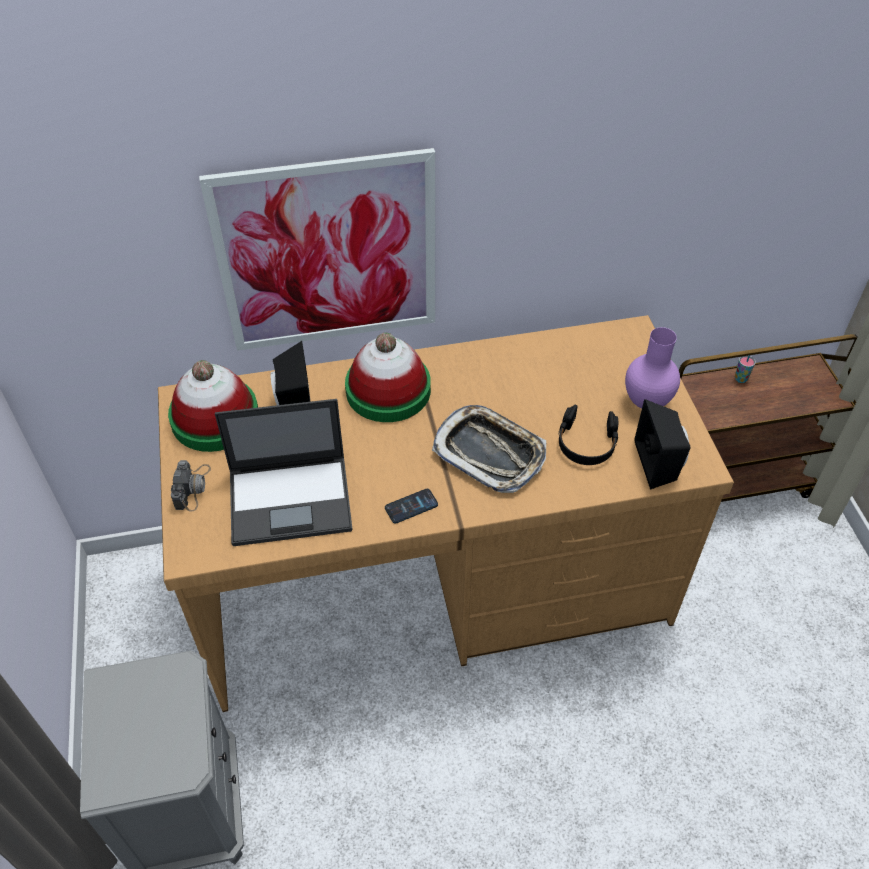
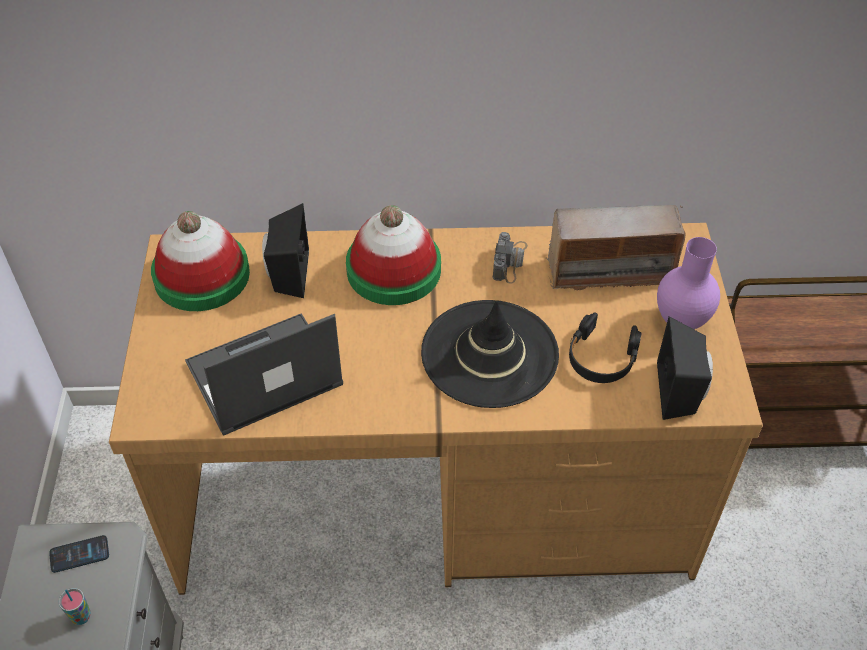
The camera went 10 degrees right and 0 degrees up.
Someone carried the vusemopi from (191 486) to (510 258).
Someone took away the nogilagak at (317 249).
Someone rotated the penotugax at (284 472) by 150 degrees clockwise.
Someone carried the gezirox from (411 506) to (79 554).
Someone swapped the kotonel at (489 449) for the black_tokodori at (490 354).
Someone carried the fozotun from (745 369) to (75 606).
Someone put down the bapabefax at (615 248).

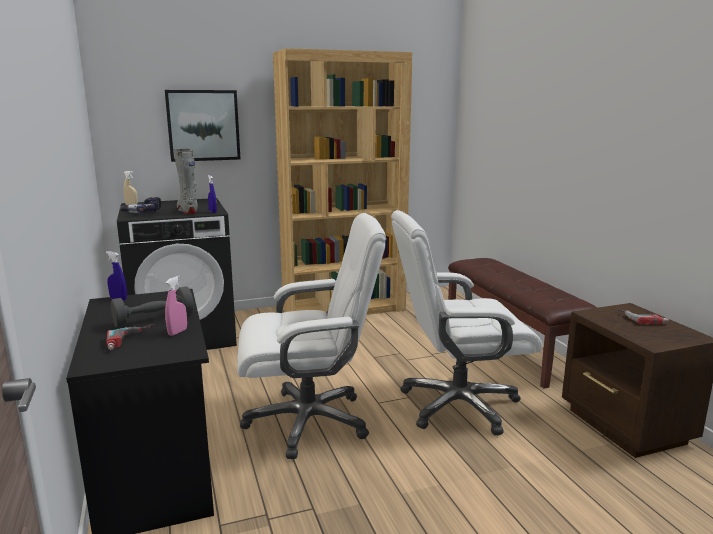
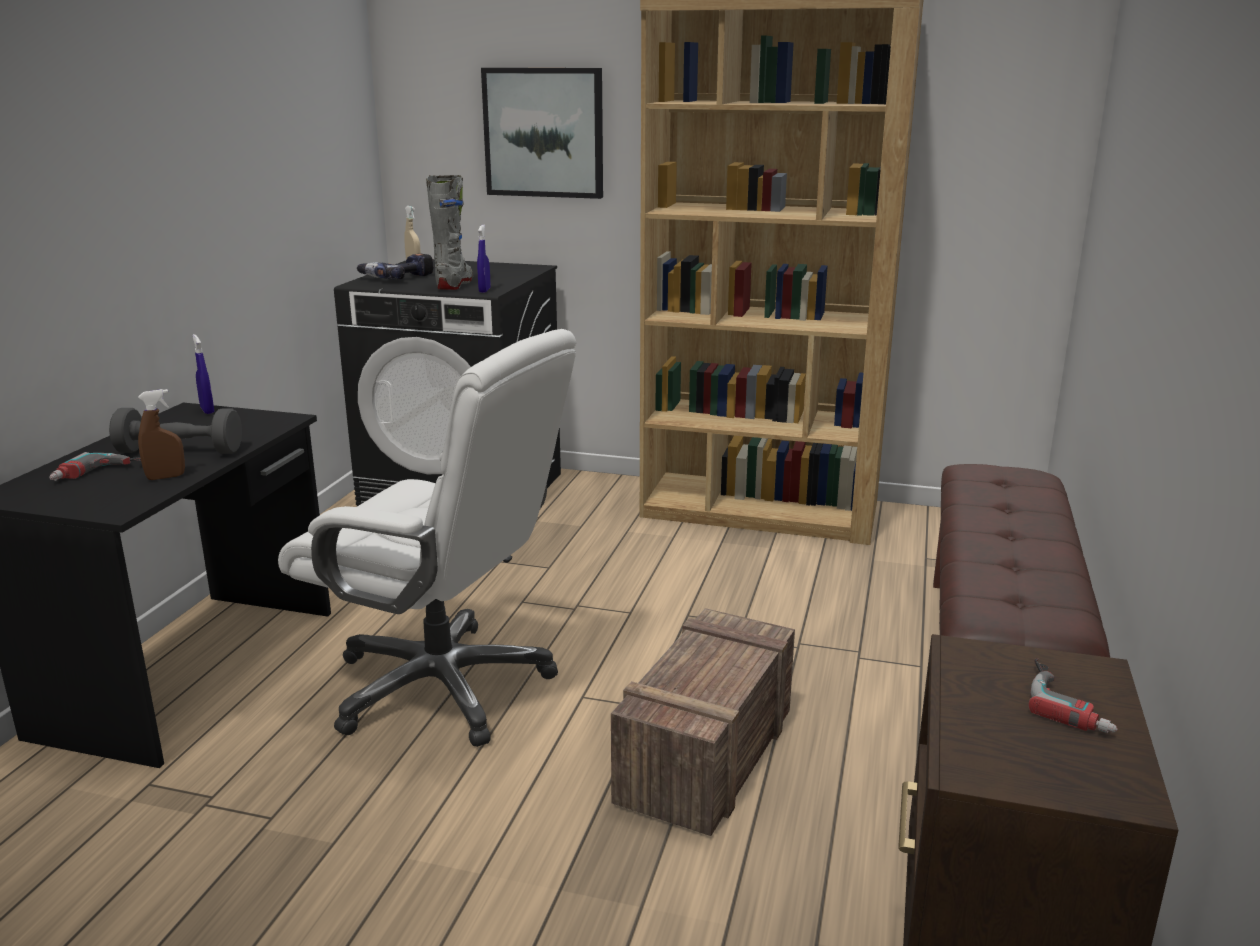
The camera went 35 degrees right and 5 degrees up.
Someone repainted the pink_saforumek at (176 306), which became the brown_saforumek at (161 434).
Someone swapped the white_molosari at (466 323) for the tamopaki at (703 722).

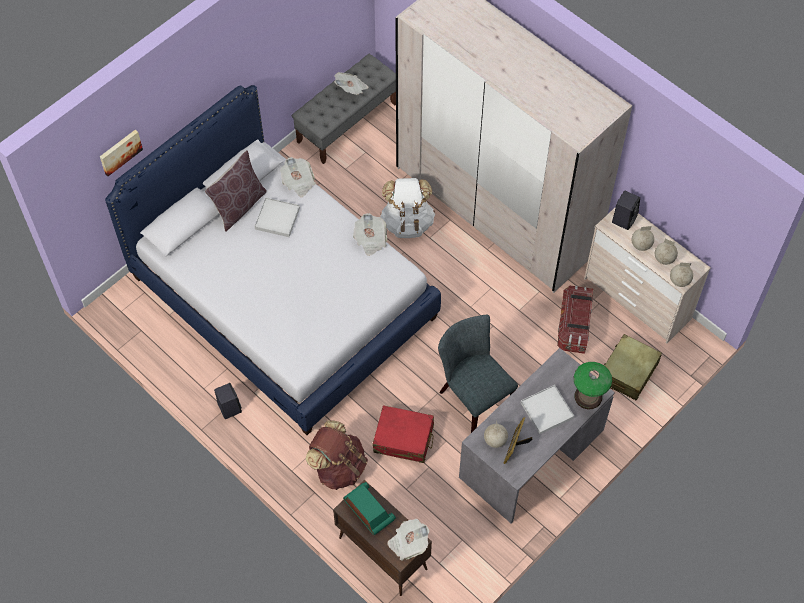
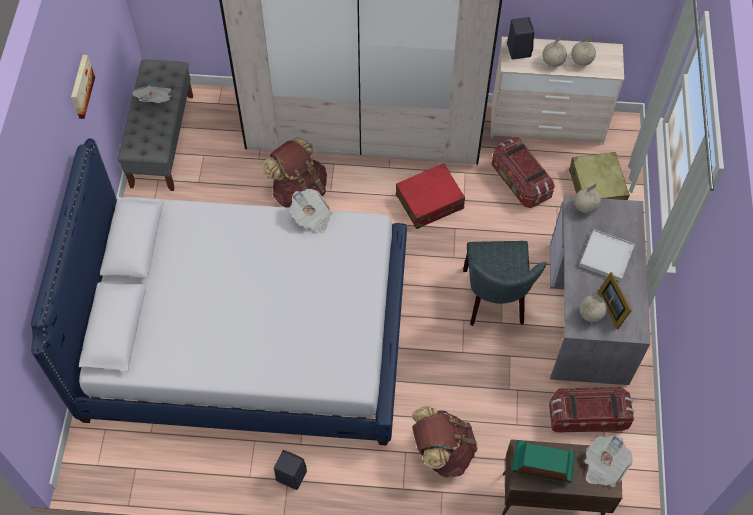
The camera went 40 degrees left and 0 degrees up.
Someone carried the nogilagak from (121 153) to (83 87).
Someone took away the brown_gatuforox at (236 191).
Someone took away the white_kotonel at (277 217).
Someone took away the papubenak at (298 177).
Someone carried the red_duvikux from (403 434) to (430 196).
Someone repainted the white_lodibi at (407 208), which became the brown_lodibi at (294 172).
Someone rotated the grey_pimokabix at (478 374) by 105 degrees counterclockwise.
Someone took away the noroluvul at (593 386).
Someone carried the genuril from (681 274) to (588 198).
Someone put down the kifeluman at (591 410).

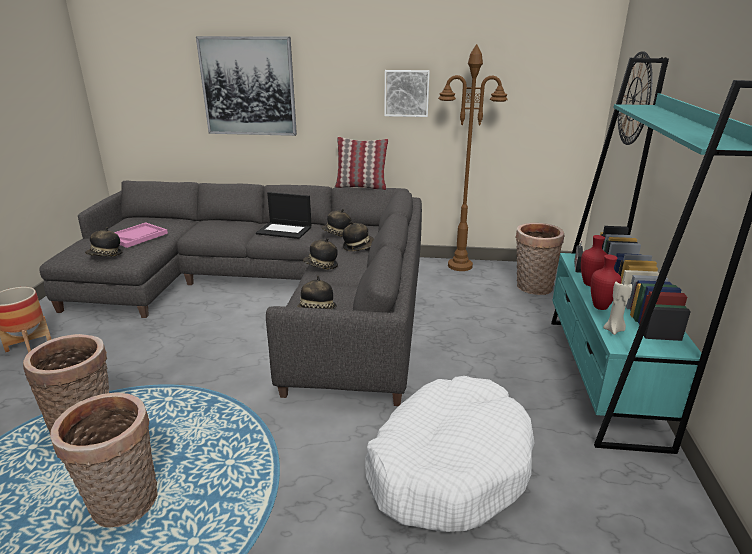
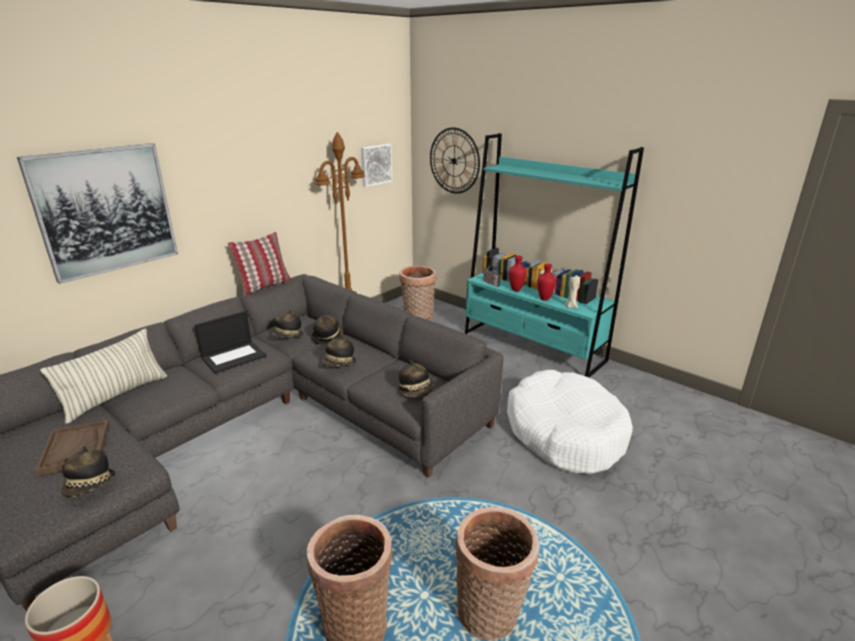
The camera went 55 degrees left and 0 degrees up.
Someone repainted the pink_kotonel at (141 235), which became the brown_kotonel at (72 448).
Someone carried the nogilagak from (407 93) to (376 165).
Someone put down the gatuforox at (103 376).

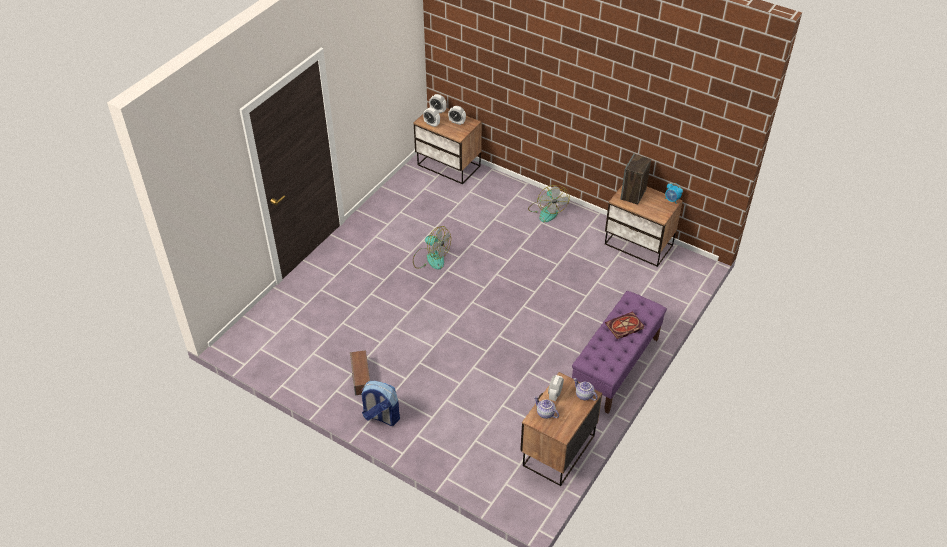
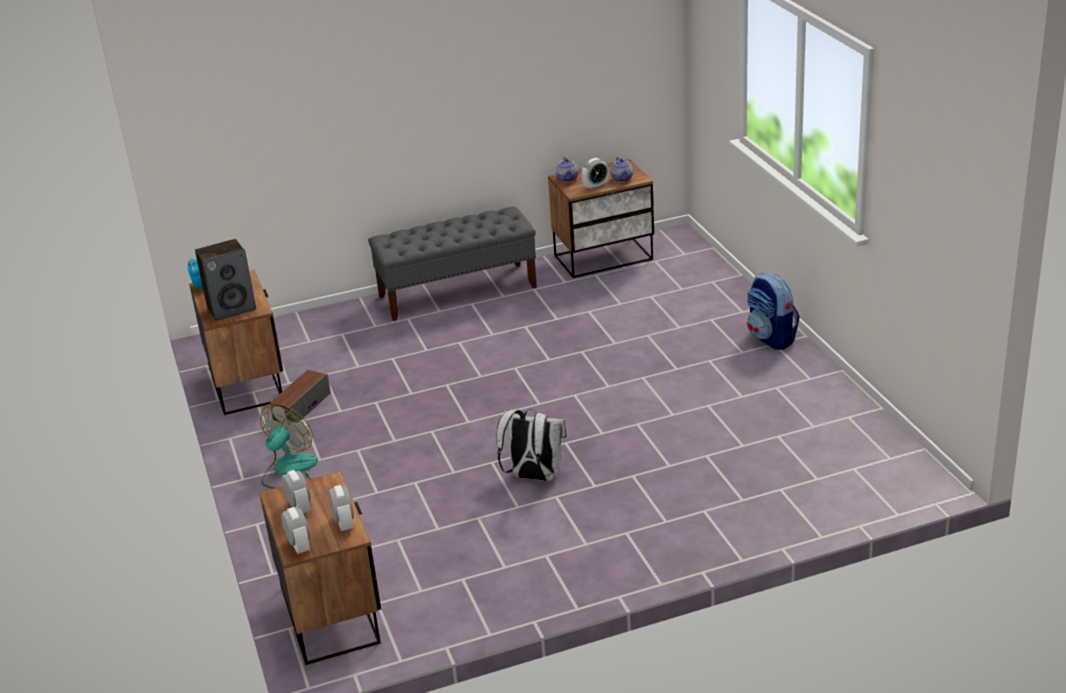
The camera went 140 degrees left and 15 degrees down.
Someone carried the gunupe from (360 373) to (300 396).
Someone swapped the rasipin at (432 248) for the white_lodibi at (531 445).
Someone repainted the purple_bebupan at (619 352), which became the grey_bebupan at (452 263).
Someone took away the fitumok at (625 325).

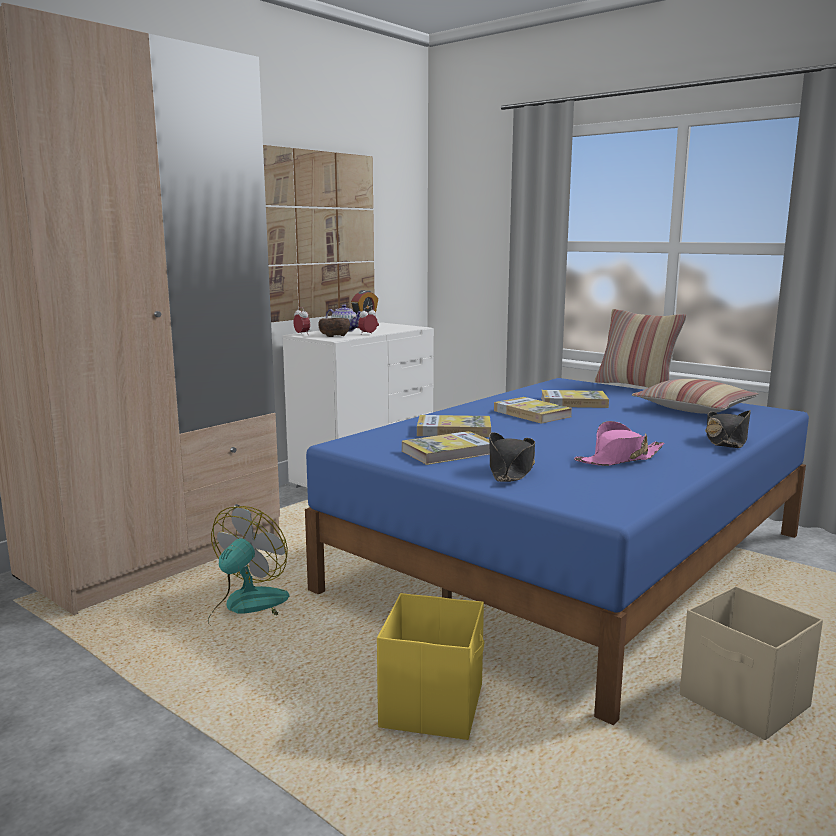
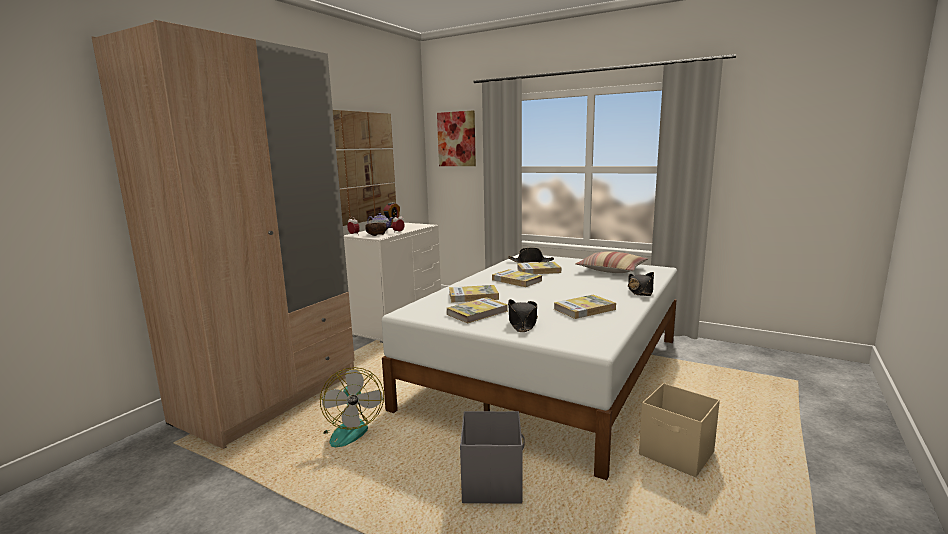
The camera went 10 degrees left and 0 degrees up.
Someone rotated the rasipin at (249 566) by 150 degrees clockwise.
Someone repainted the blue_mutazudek at (557 551), which became the white_mutazudek at (529 367).
Someone repainted the yellow_kifeluman at (430 666), which became the grey_kifeluman at (492 457).
Someone swapped the pink_tokodori at (619 443) for the fitumok at (585 307).
Someone took away the gatuforox at (640 348).
Someone put up the nogilagak at (456 138).
Someone put down the black_tokodori at (531 255).

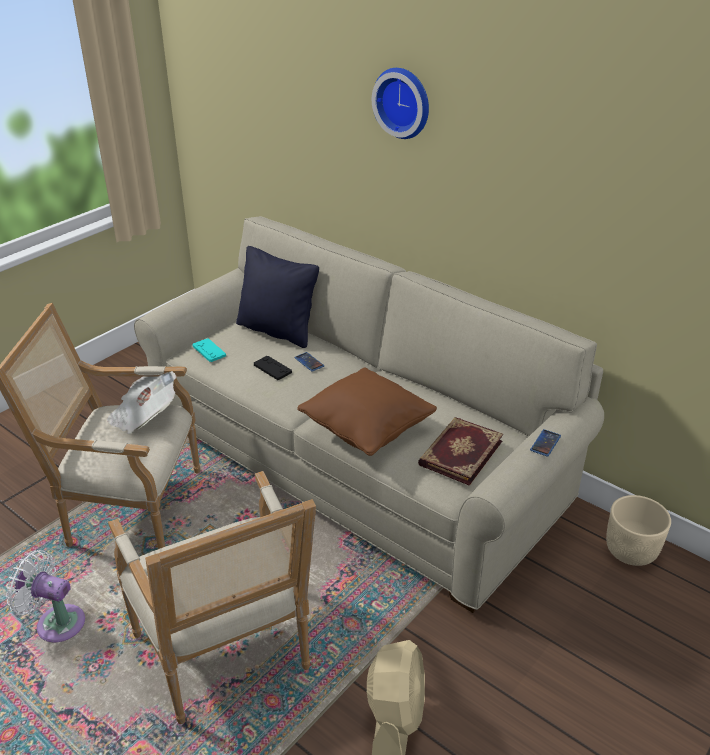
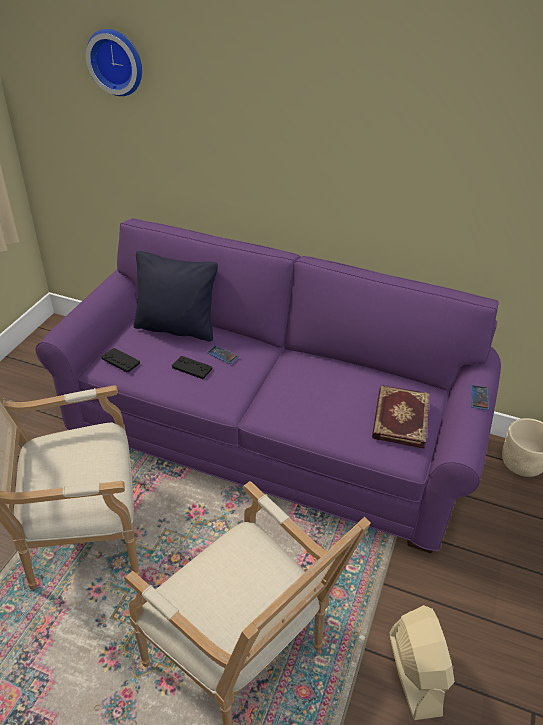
The camera went 20 degrees left and 5 degrees up.
Someone took away the white_rasipin at (45 596).
Someone took away the papubenak at (142 402).
Someone repainted the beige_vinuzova at (369 414), which became the purple_vinuzova at (268 385).
Someone repainted the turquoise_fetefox at (209 350), which became the black_fetefox at (120 360).
Someone took away the brown_gatuforox at (367 411).
Someone carried the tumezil from (400 103) to (114 62).

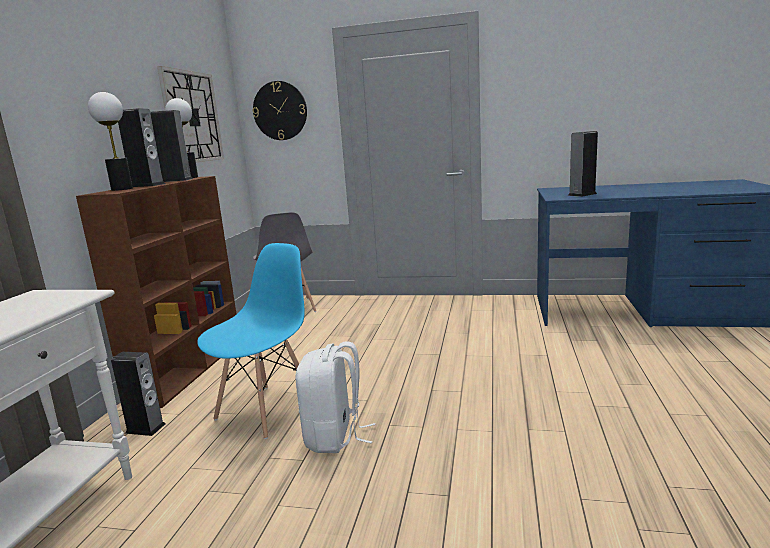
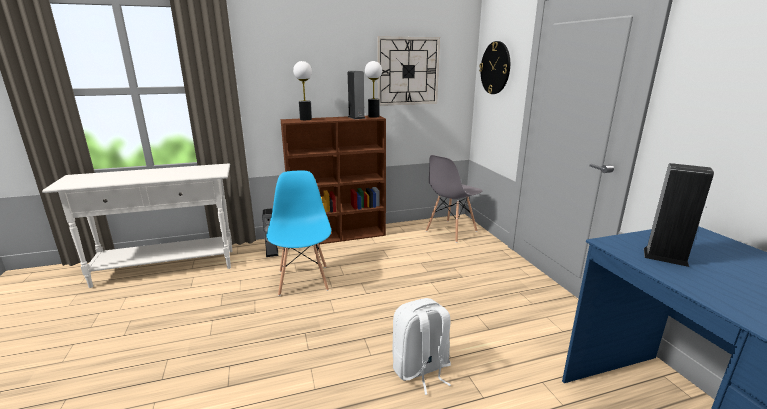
The camera went 60 degrees right and 5 degrees up.
Someone took away the gunupe at (141 147).
Someone rotated the blue_pimokabix at (251 341) by 105 degrees counterclockwise.
Someone carried the white_lodibi from (335 397) to (421 346).

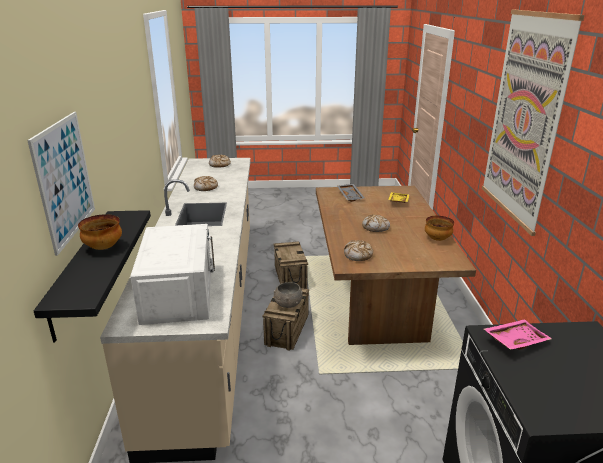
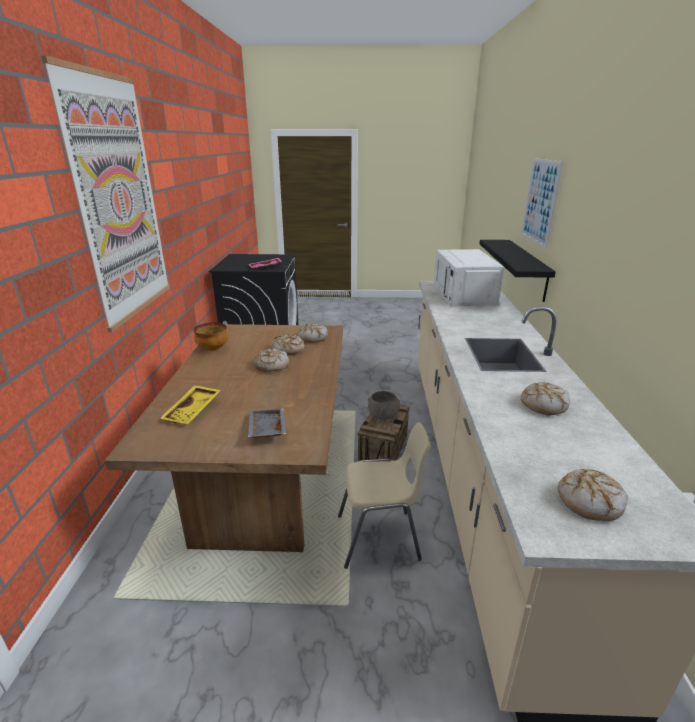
The camera went 175 degrees left and 0 degrees up.
Someone took away the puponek at (100 232).
Someone swapped the tamopaki at (291 265) for the beige_pimokabix at (384 495).
Someone put down the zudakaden at (288 344).

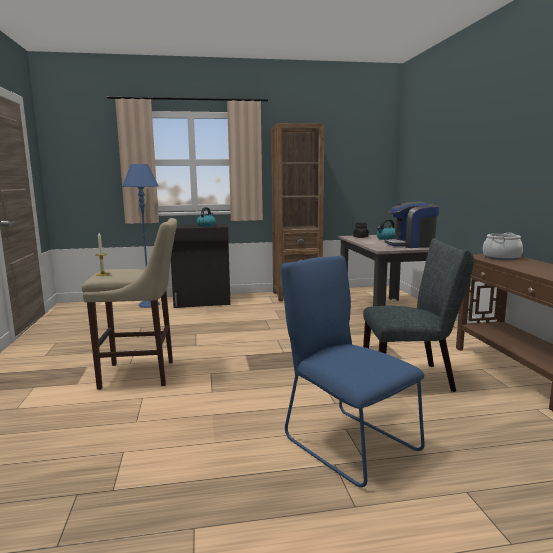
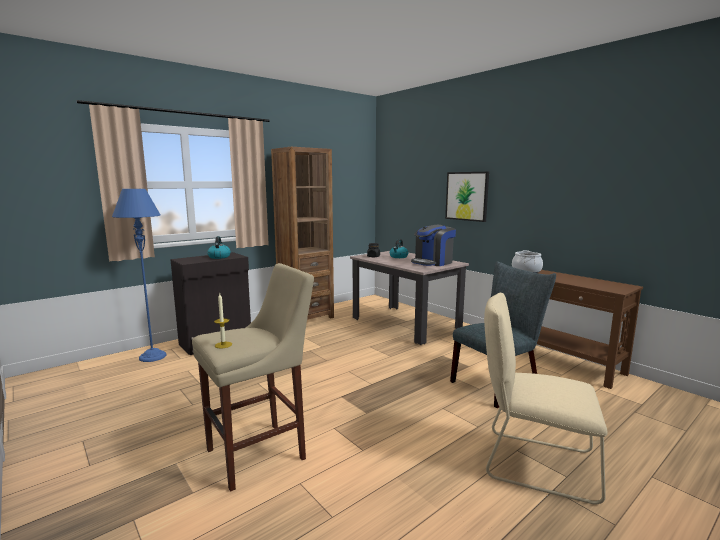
The camera went 30 degrees left and 0 degrees up.
Someone repainted the blue_pimokabix at (353 371), which became the beige_pimokabix at (546 398).
Someone put up the nogilagak at (467 197).

